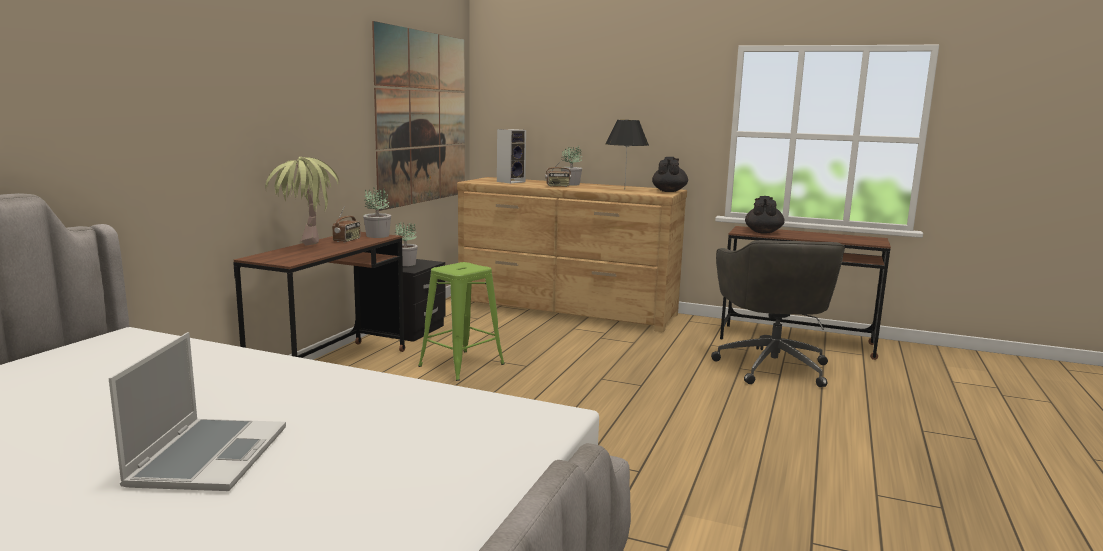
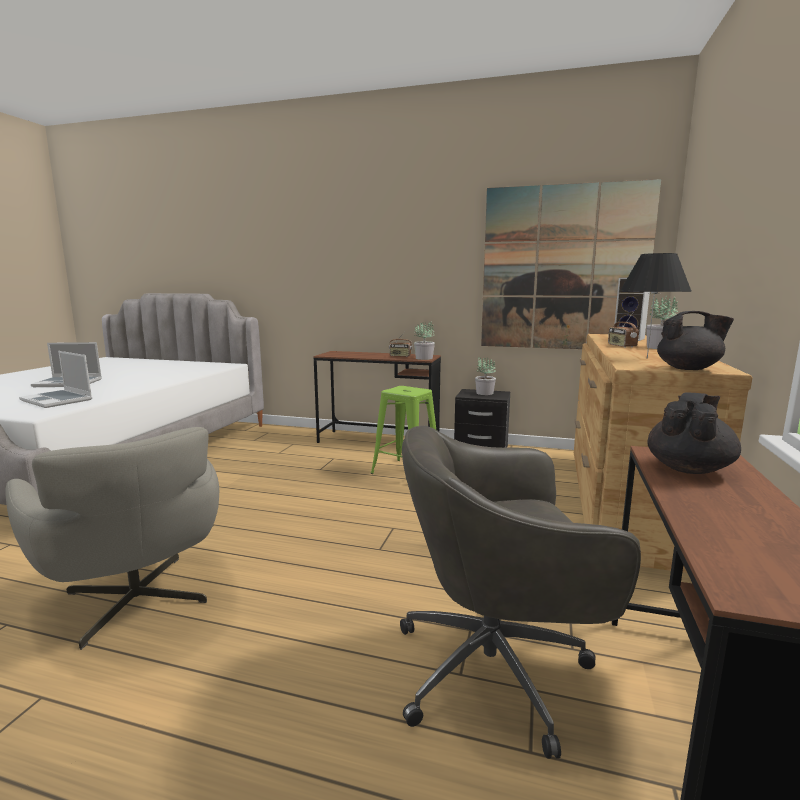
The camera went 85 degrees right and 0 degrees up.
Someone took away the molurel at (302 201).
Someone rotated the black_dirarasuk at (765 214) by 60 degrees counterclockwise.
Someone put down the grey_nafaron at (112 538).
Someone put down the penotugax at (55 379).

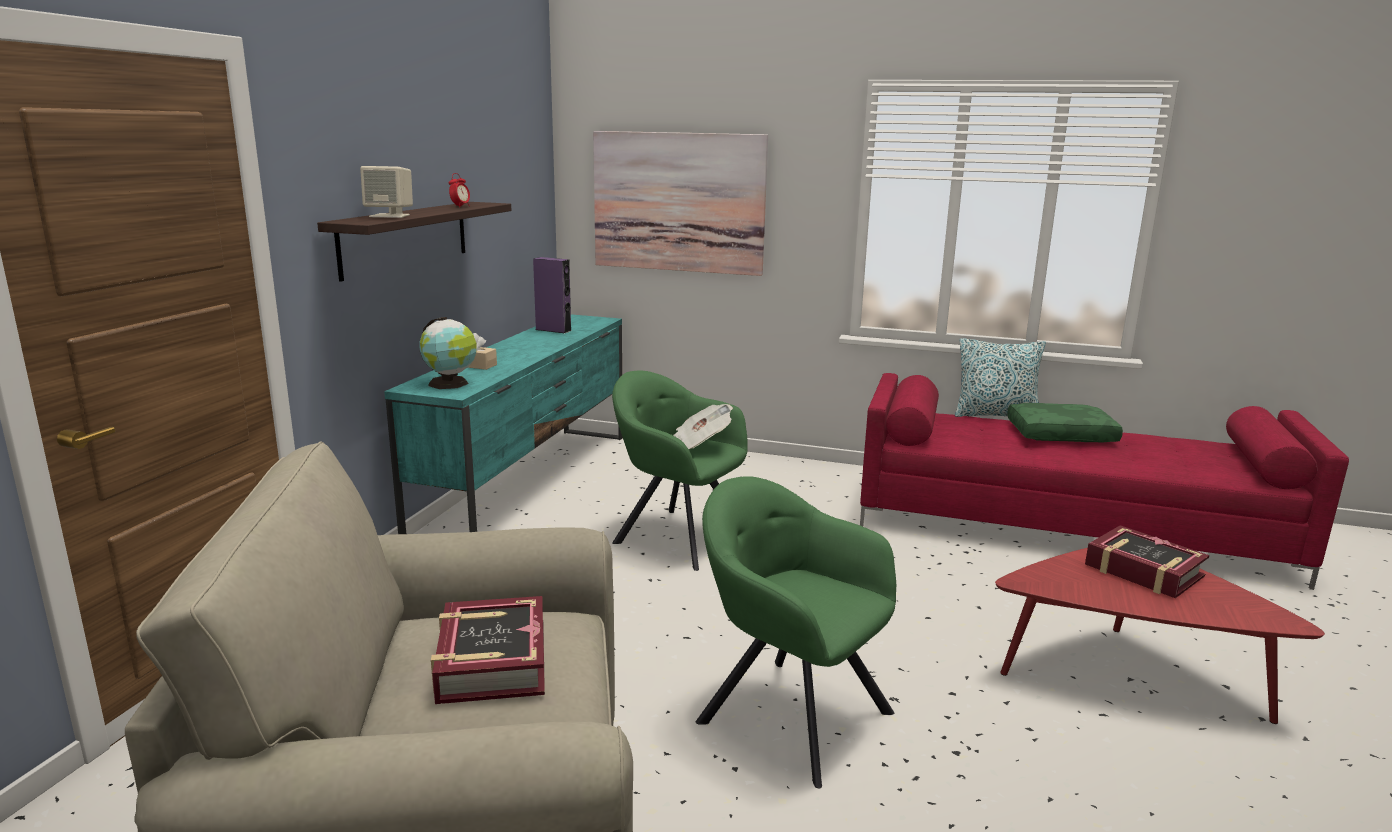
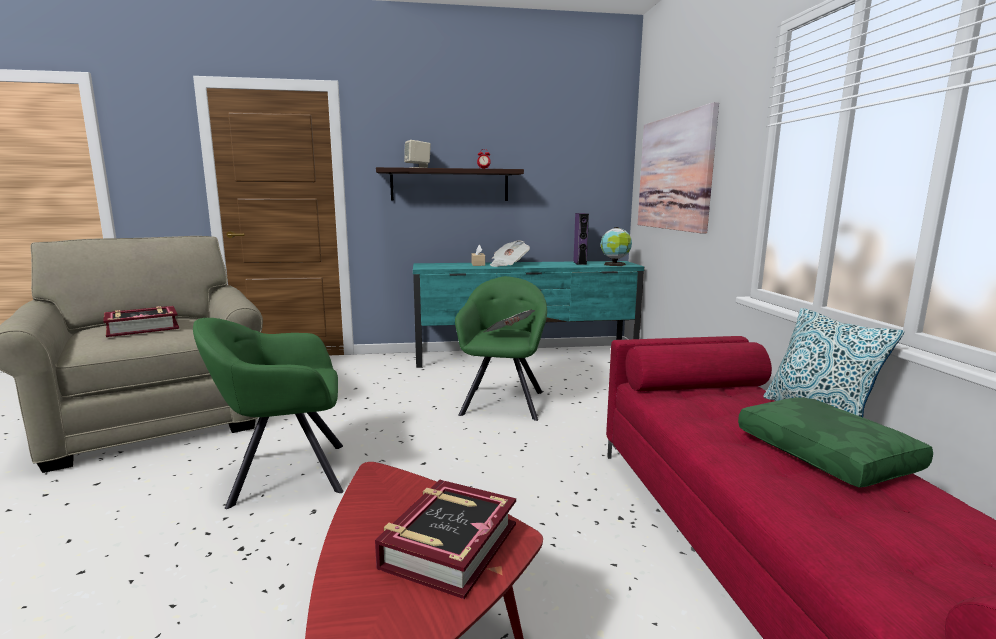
The camera went 65 degrees right and 5 degrees down.
Someone carried the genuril from (448 353) to (616 246).
Someone rotated the green_nafaron at (796 632) by 120 degrees counterclockwise.
Someone put down the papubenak at (510 254).

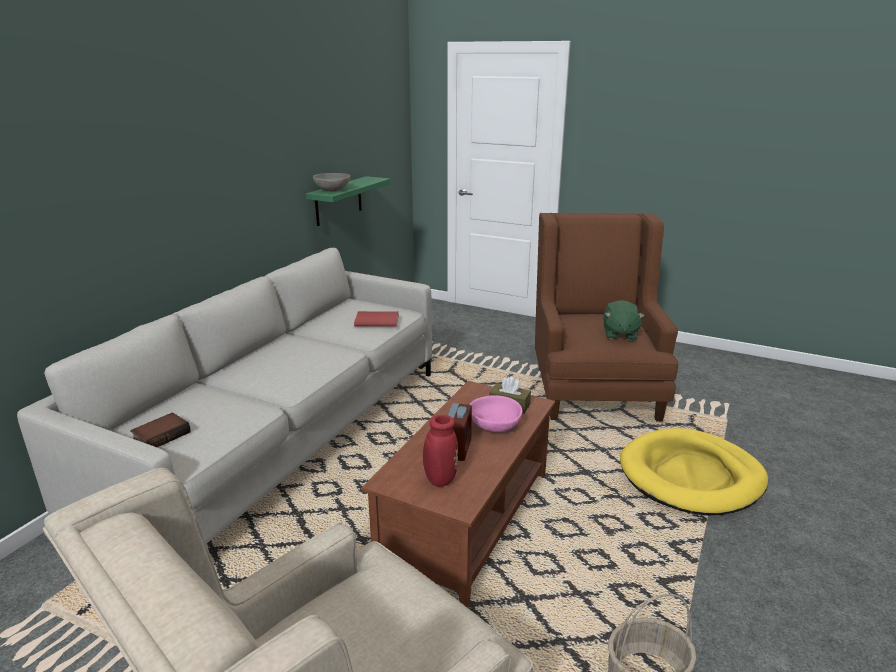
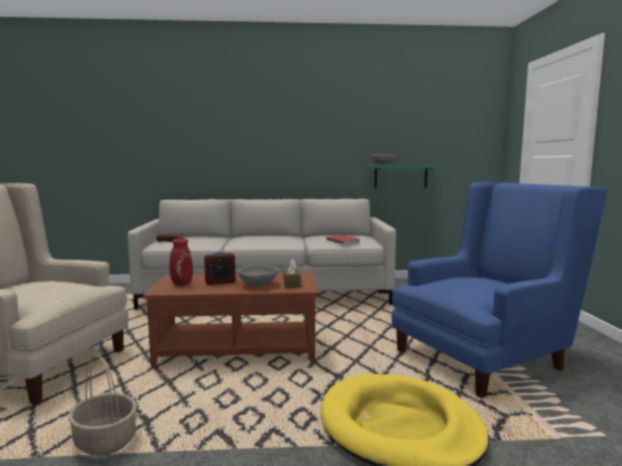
The camera went 60 degrees right and 15 degrees down.
Someone repainted the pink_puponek at (496 413), which became the grey_puponek at (258 275).
Someone repainted the brown_nafaron at (607 317), which became the blue_nafaron at (499 290).
Someone took away the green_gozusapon at (624 320).

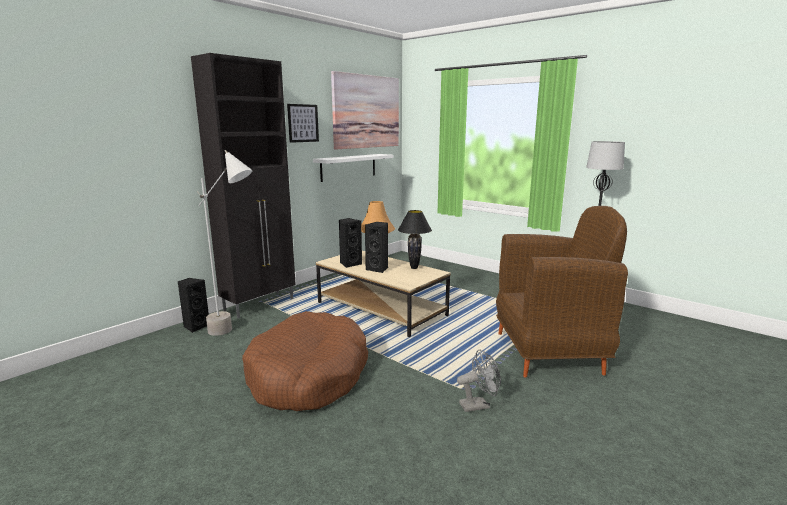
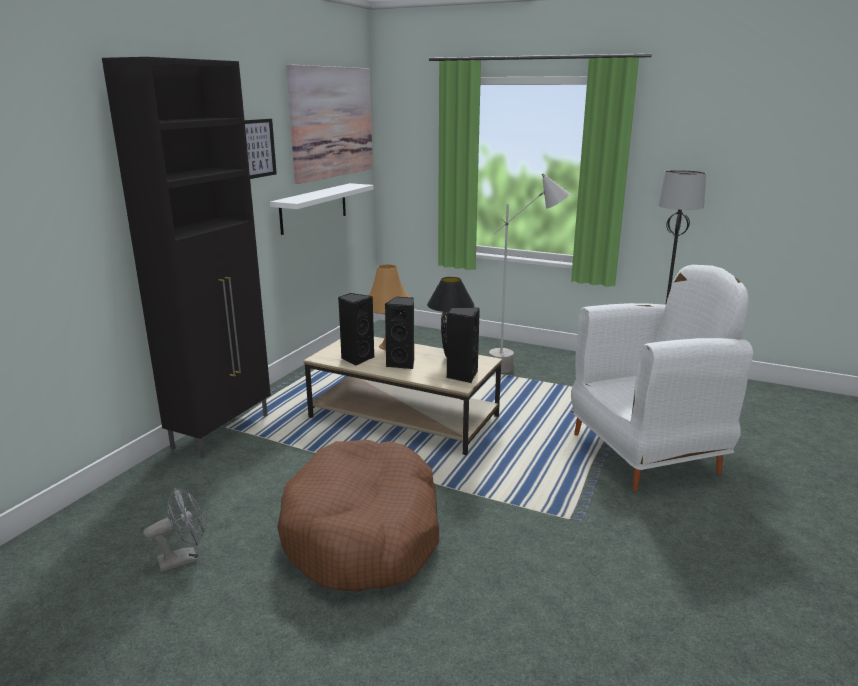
The camera went 15 degrees left and 5 degrees up.
Someone carried the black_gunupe from (193 305) to (463 345).
Someone carried the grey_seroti from (225 243) to (529 273).
Someone carried the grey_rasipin from (479 381) to (173 530).
Someone repainted the brown_nafaron at (562 292), which became the white_nafaron at (662 378).

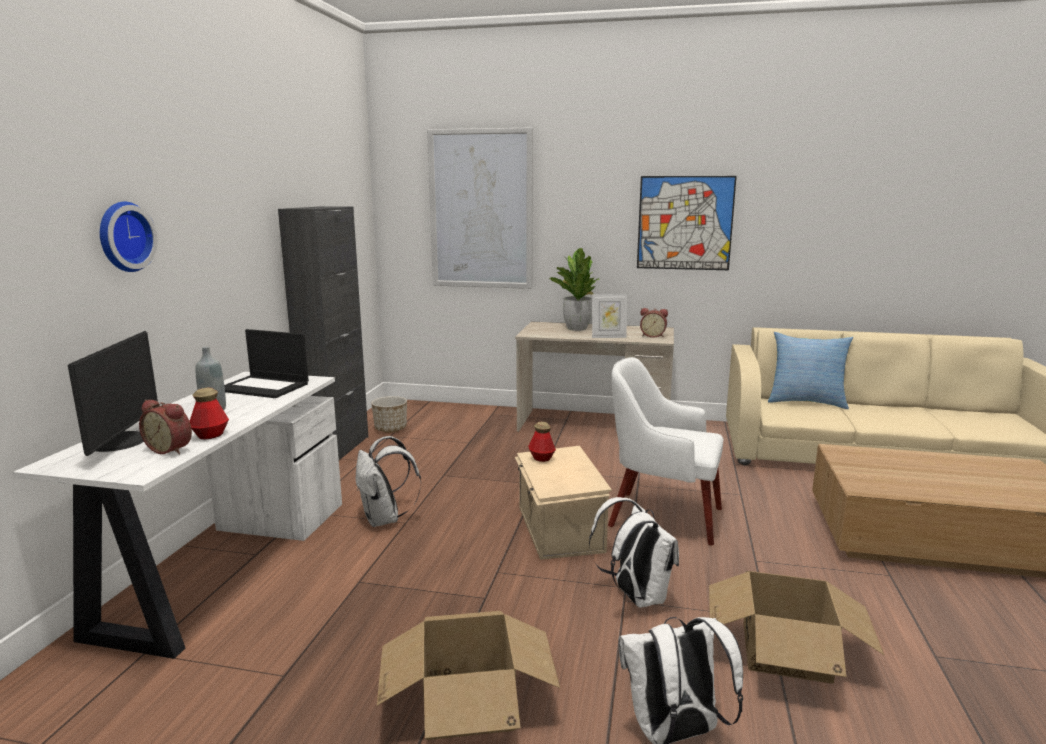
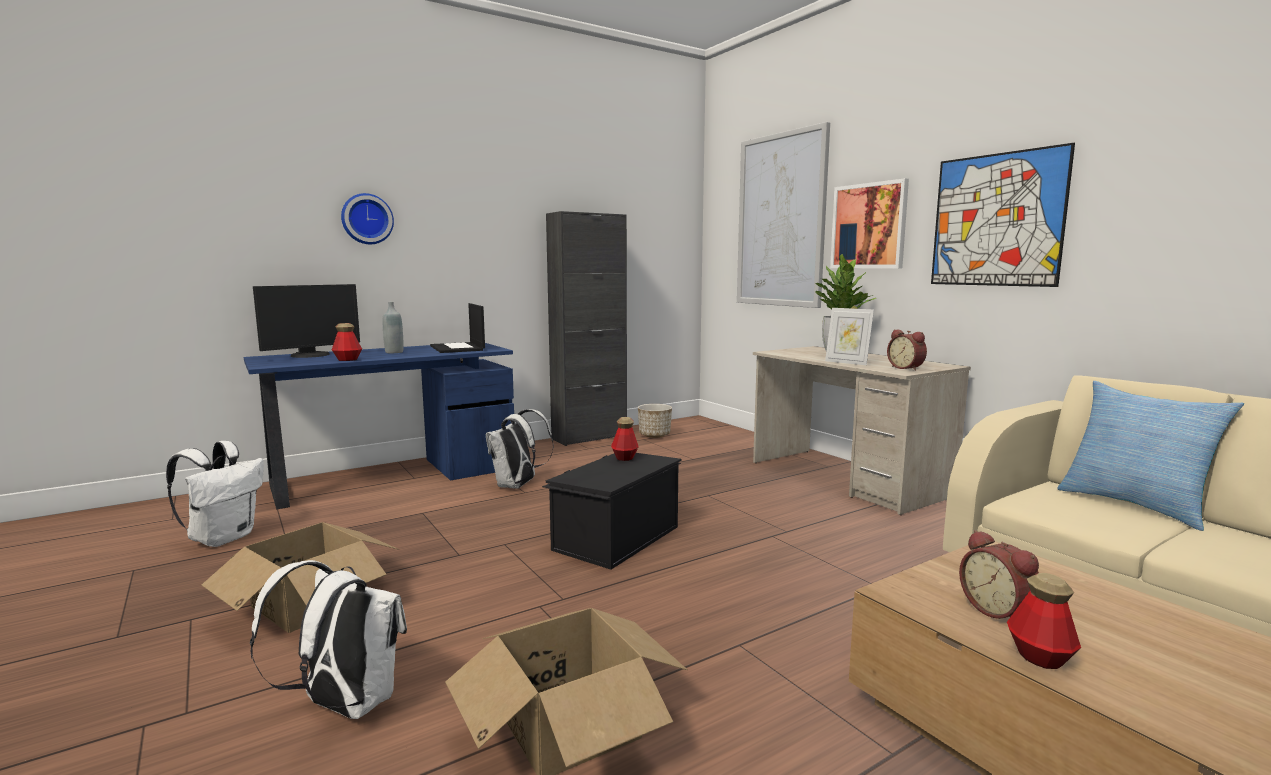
The camera went 45 degrees right and 5 degrees down.
Someone repainted the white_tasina at (177 515), which became the blue_tasina at (379 426).
Someone carried the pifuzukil from (165 427) to (999 574).
Someone repainted the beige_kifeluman at (563 503), which became the black_kifeluman at (611 511).
Someone carried the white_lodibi from (634 552) to (215 494).
Someone took away the white_nafaron at (666 451).
Someone put up the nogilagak at (869 223).
Someone put down the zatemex at (1044 621).

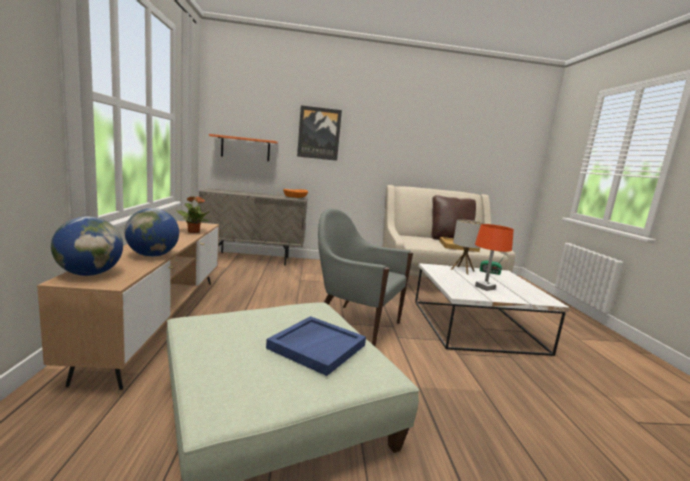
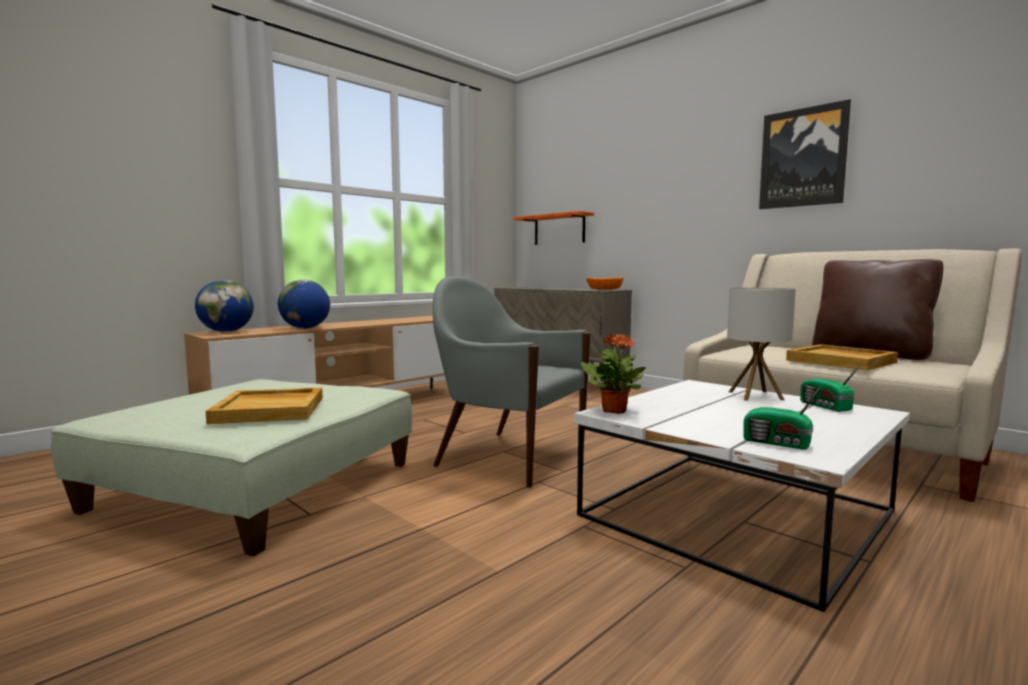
The camera went 50 degrees right and 5 degrees down.
Someone carried the molurel from (193 214) to (613 374).
Someone repainted the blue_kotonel at (316 346), which became the beige_kotonel at (264 405).
Someone carried the nogilagak from (319 133) to (805 154).
Someone rotated the grey_nafaron at (365 277) by 45 degrees counterclockwise.
Someone took away the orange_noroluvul at (494 257).
Someone put down the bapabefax at (782 418).

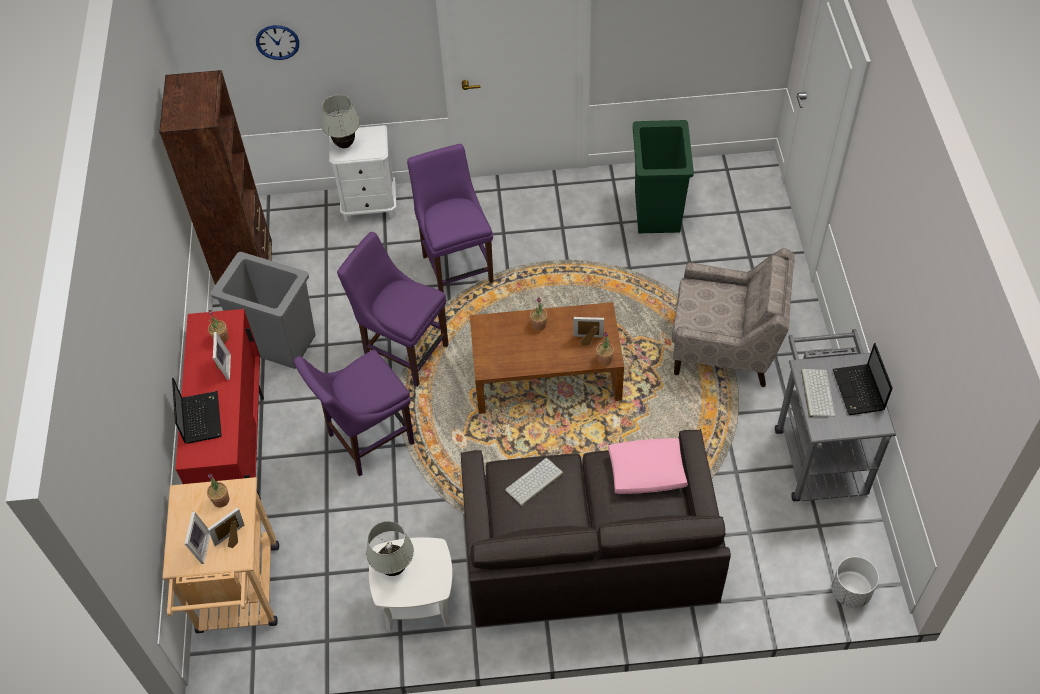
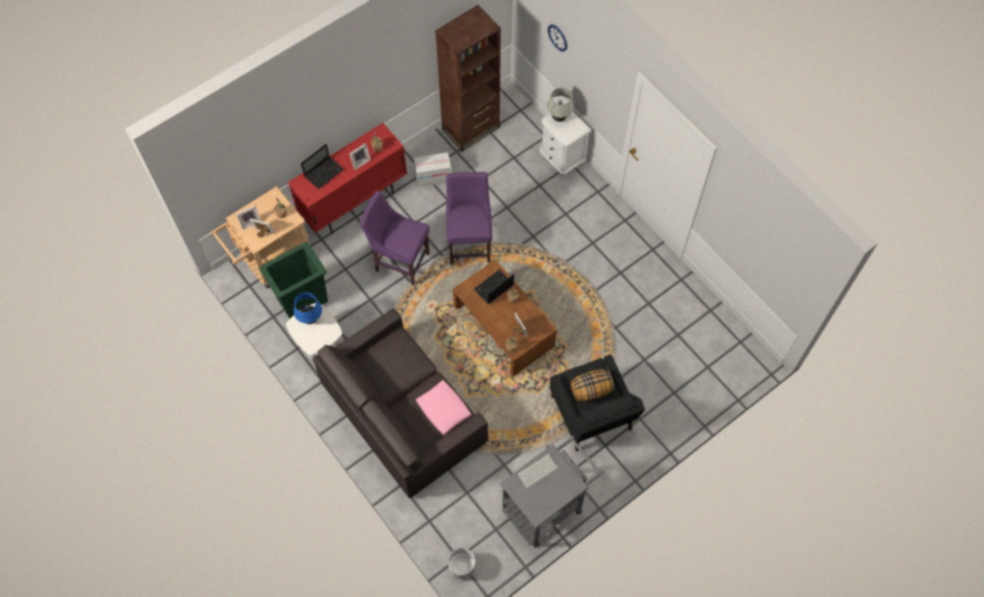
The camera went 55 degrees right and 10 degrees up.
Someone swapped the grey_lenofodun at (263 310) for the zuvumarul at (432 169).
Someone repainted the white_noroluvul at (390 548), which became the blue_noroluvul at (307 308).
Someone took away the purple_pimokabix at (450 218).
Someone took away the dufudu at (534 482).
Someone carried the green_lenofodun from (663 176) to (293 280).
Someone repainted the beige_nafaron at (733 317), which became the black_nafaron at (597 402).
Someone carried the penotugax from (863 379) to (494 287).
Someone put down the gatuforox at (592 385).

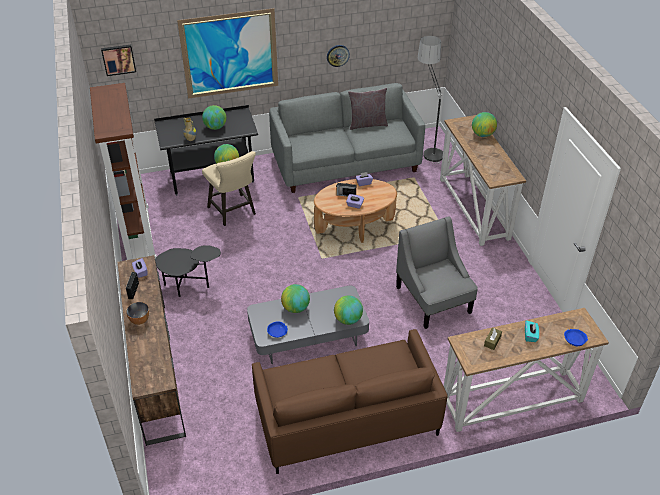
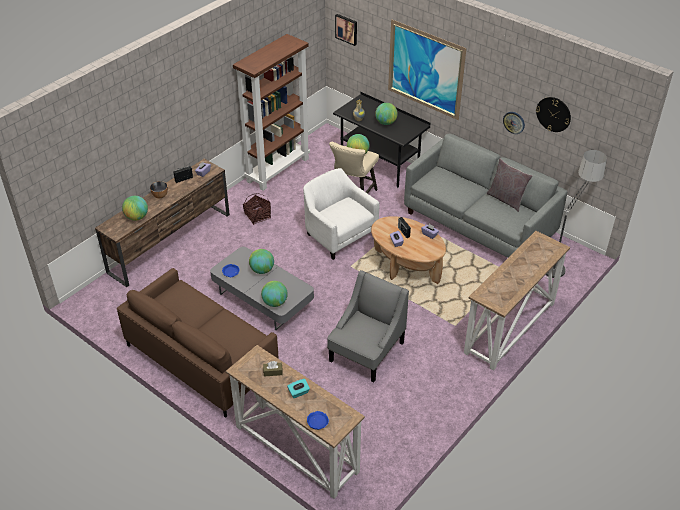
The camera went 55 degrees right and 0 degrees up.
Someone swapped the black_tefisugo at (188 271) for the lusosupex at (257 209).
Someone carried the genuril from (484 124) to (135 208).
Someone put down the white_nafaron at (341 214).
Someone put up the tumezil at (553 114).

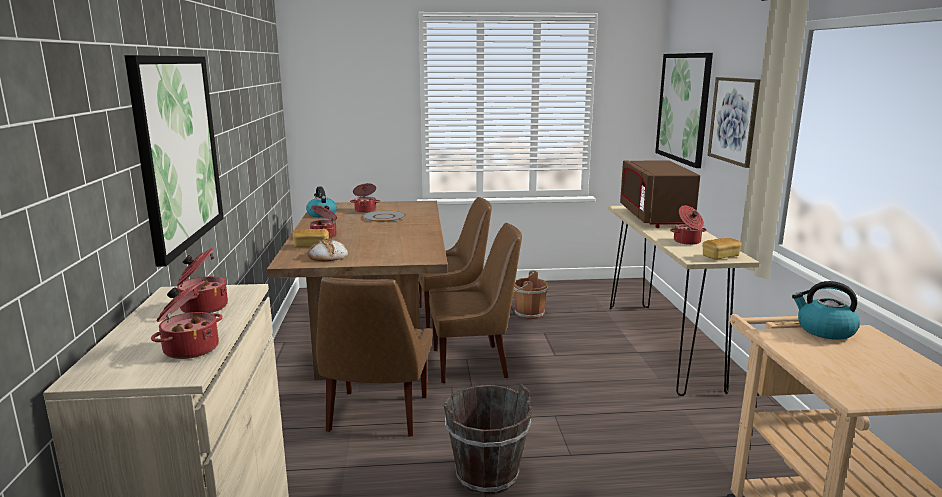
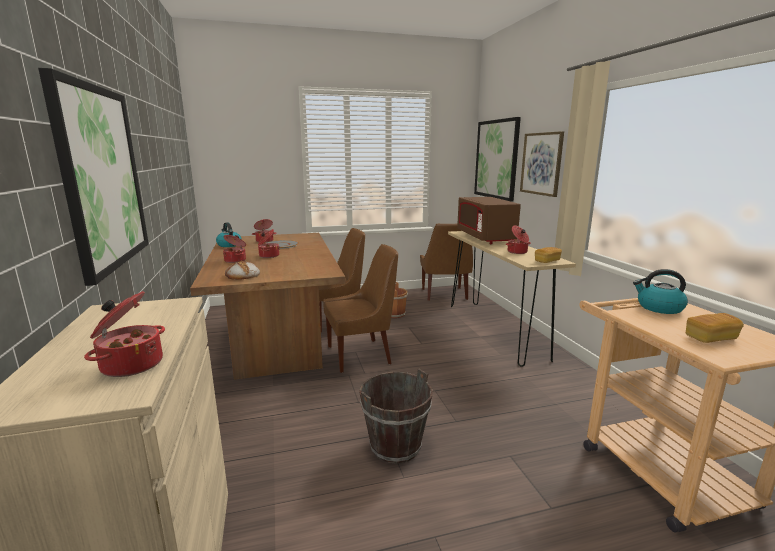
The camera went 10 degrees left and 0 degrees up.
Someone carried the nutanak from (202 280) to (269 243).
Someone carried the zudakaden from (310 238) to (715 328).
Someone carried the brown_pimokabix from (374 357) to (446 262).

